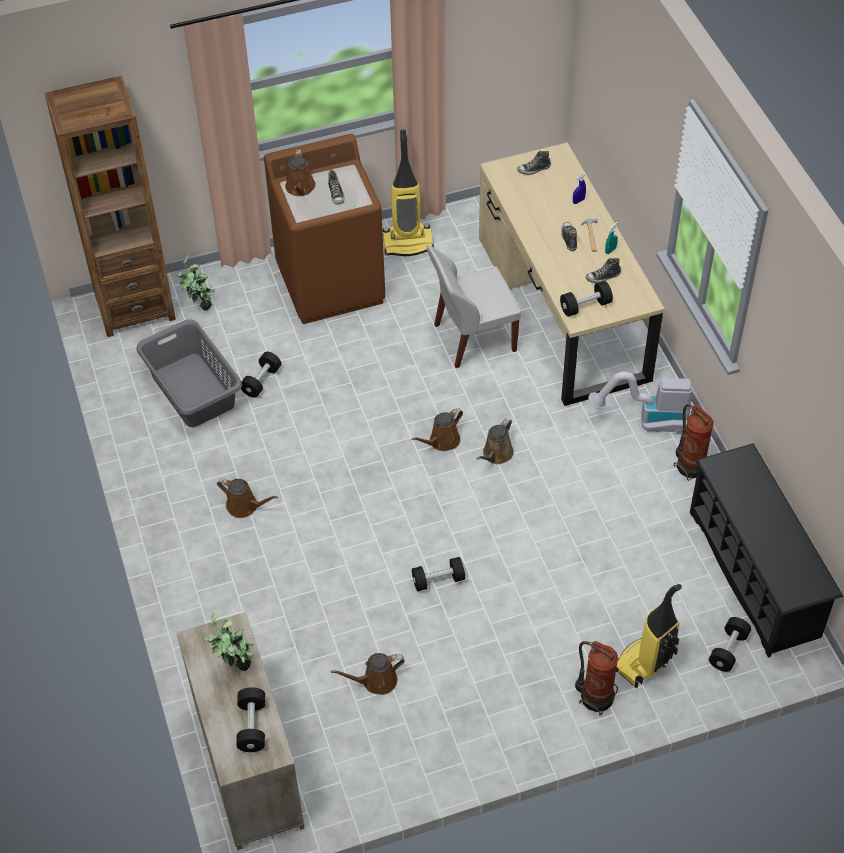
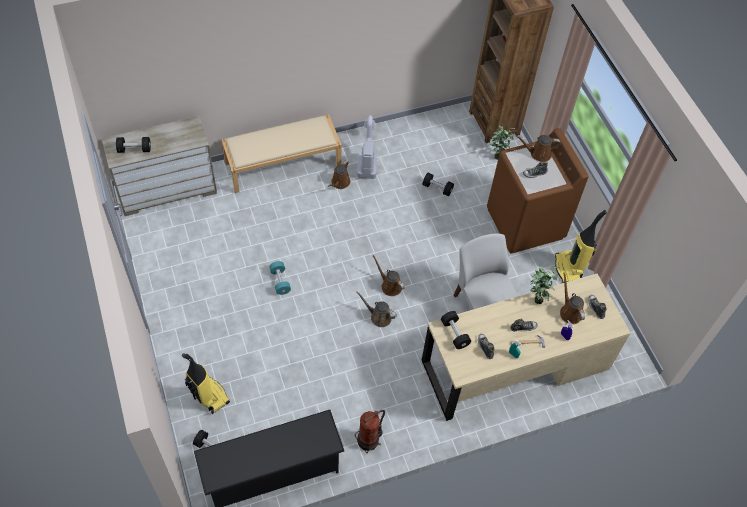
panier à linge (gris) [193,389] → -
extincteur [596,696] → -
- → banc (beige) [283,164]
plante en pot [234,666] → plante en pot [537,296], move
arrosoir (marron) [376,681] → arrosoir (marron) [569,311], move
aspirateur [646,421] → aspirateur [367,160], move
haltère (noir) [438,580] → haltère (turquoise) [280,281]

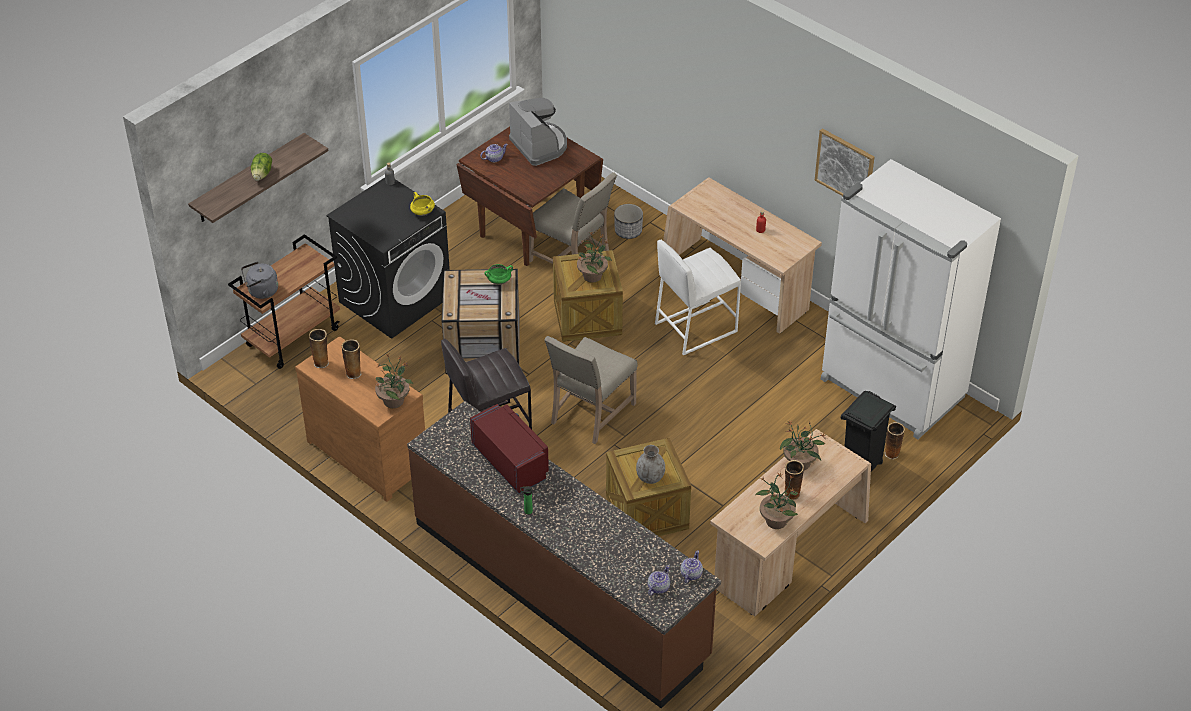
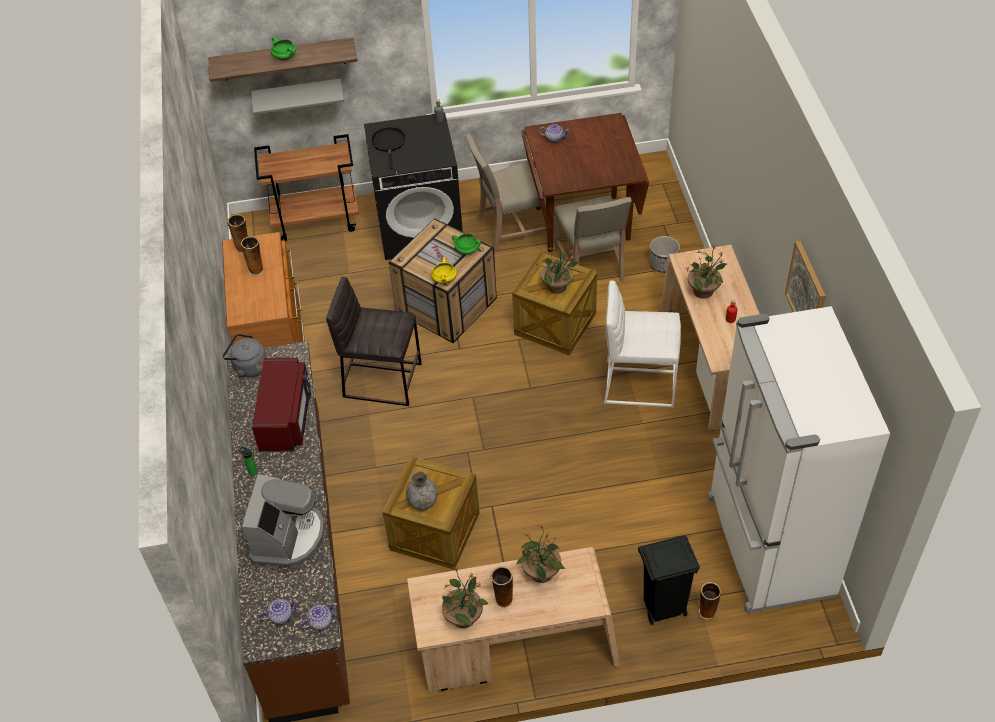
- → étagère (gris) [298,96]
- → poêle (noir) [389,143]
bouilloire (gris) [261,291] → bouilloire (gris) [248,367], move
plante en pot [394,400] → plante en pot [703,291], move
marmite (jaune) [422,212] → marmite (jaune) [444,279], move
machine à café [540,145] → machine à café [288,537], move
chaise (beige) [590,414] → chaise (beige) [512,227], move
laitue [262,174] → marmite (vert) [285,58]

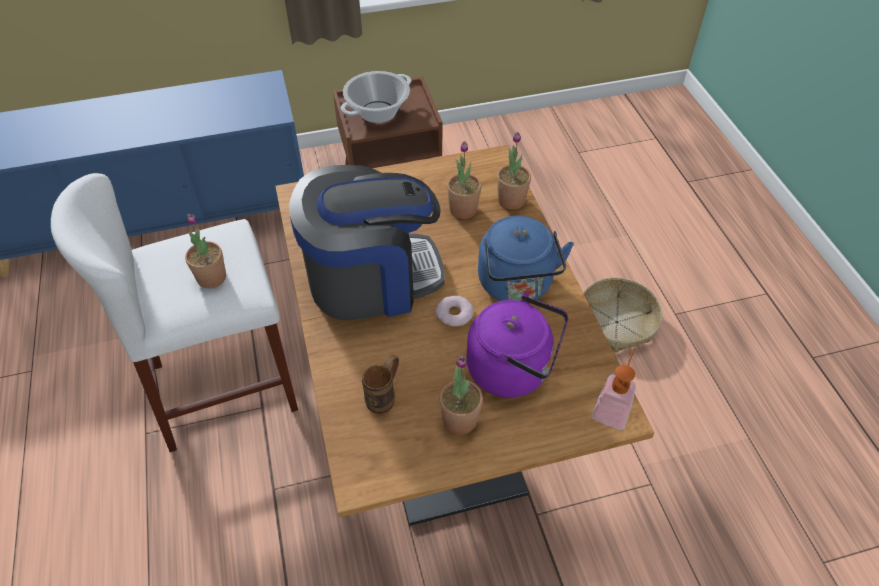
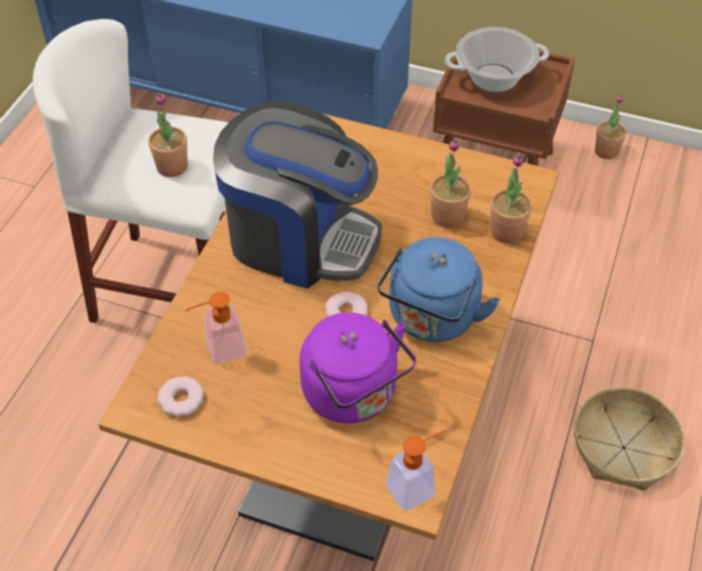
- → beignet [181,399]
plante en pot [460,419] → plante en pot [606,151], move
mug (marron) [385,395] → distributeur de savon [219,350]

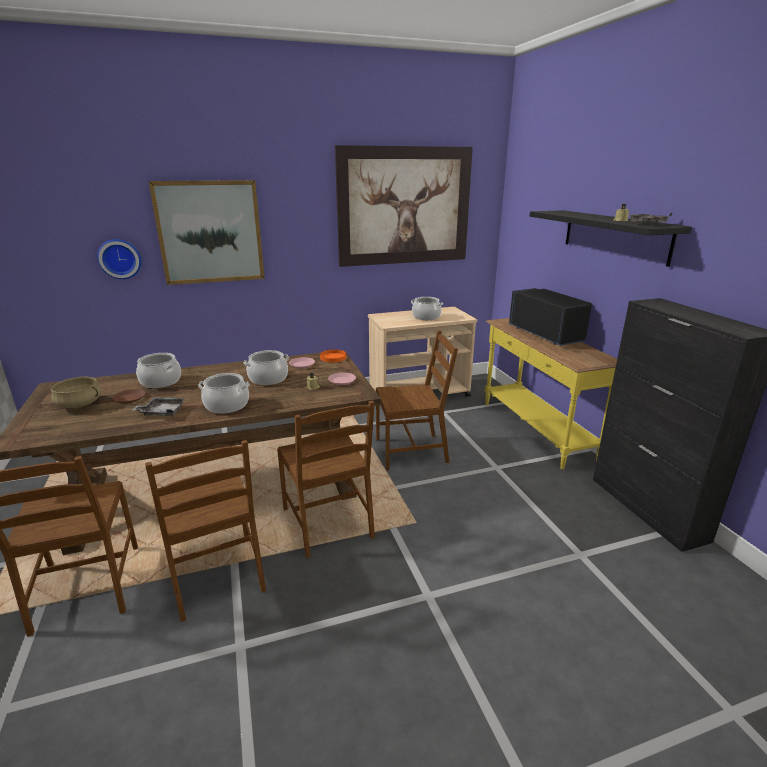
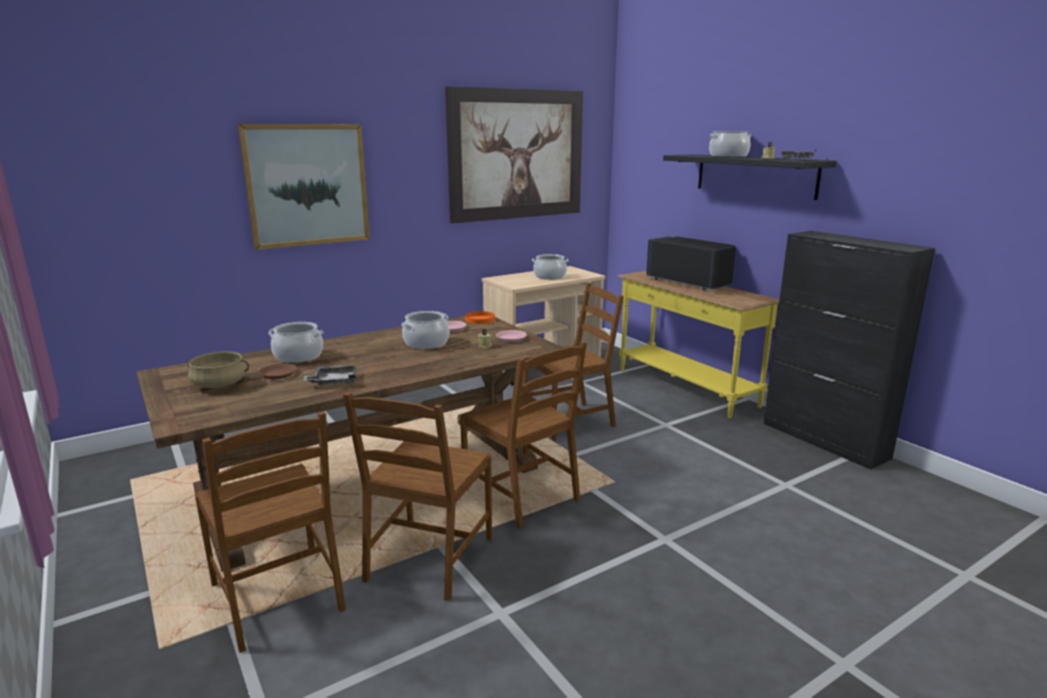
horloge murale [120,258] → -
marmite [227,405] → marmite [728,156], move
chaise (marron) [217,574] → chaise (marron) [429,559], 60 degrees clockwise

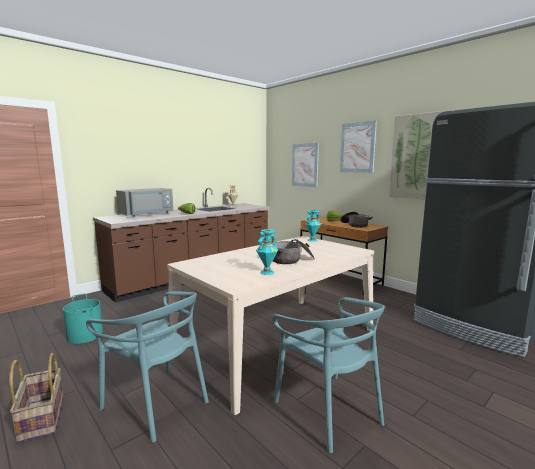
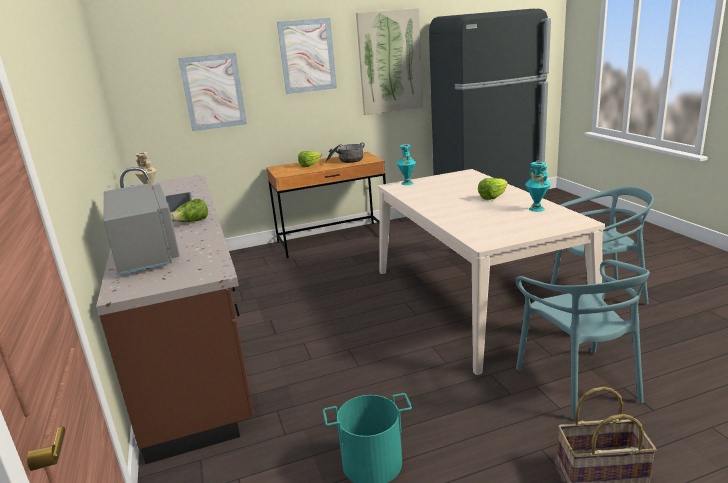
marmite [292,260] → laitue [493,197]
chaise (turquoise) [157,402] → chaise (turquoise) [578,382], 105 degrees clockwise

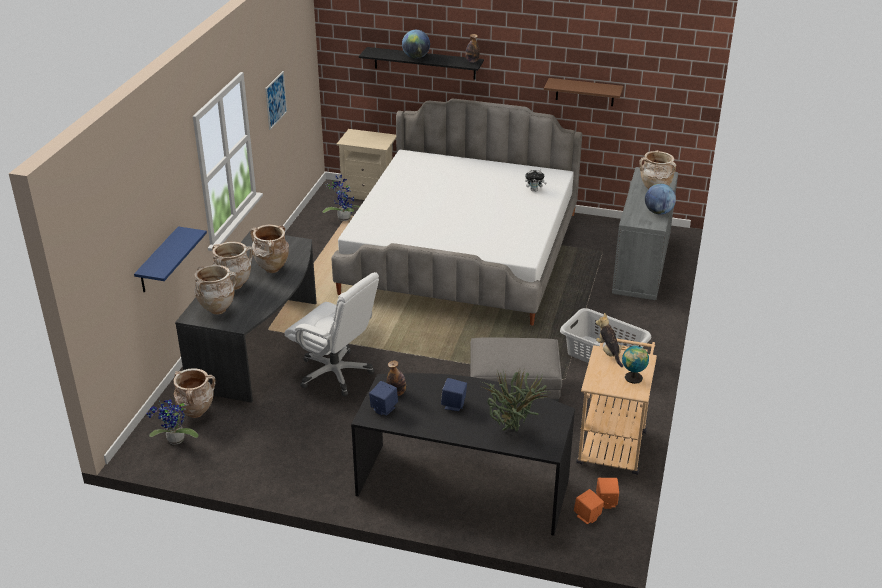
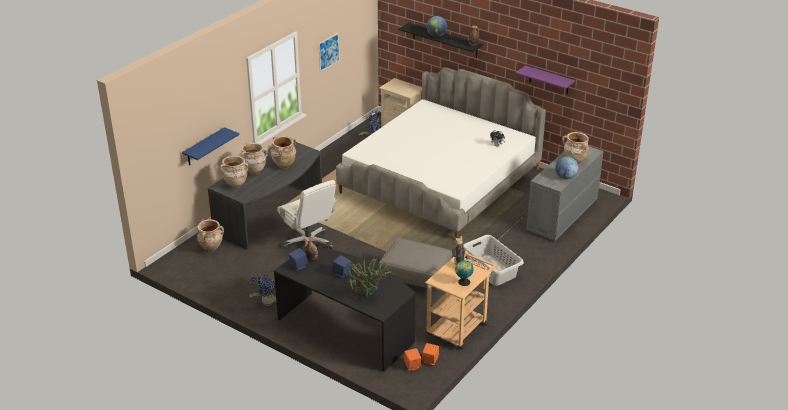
plante en pot [174,441] → plante en pot [267,303], move
étagère (marron) [585,92] → étagère (violet) [549,80]

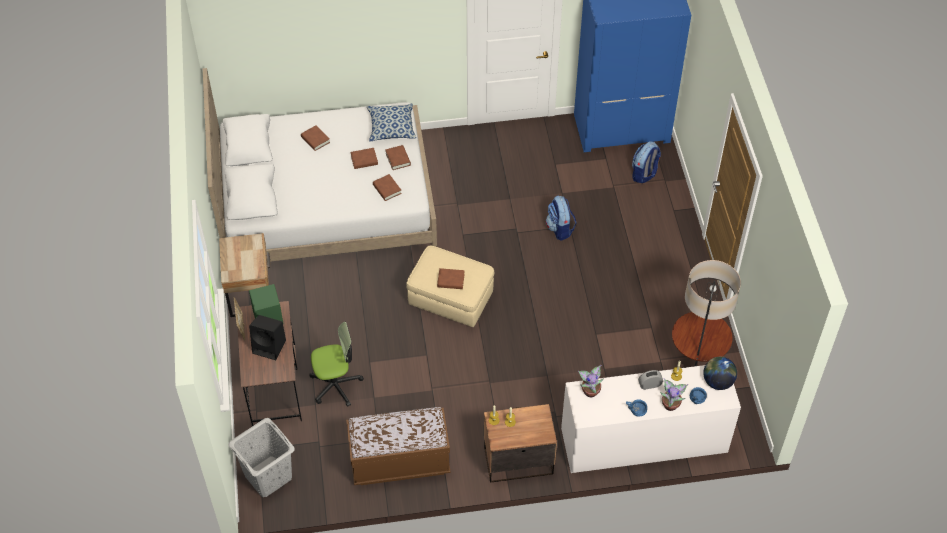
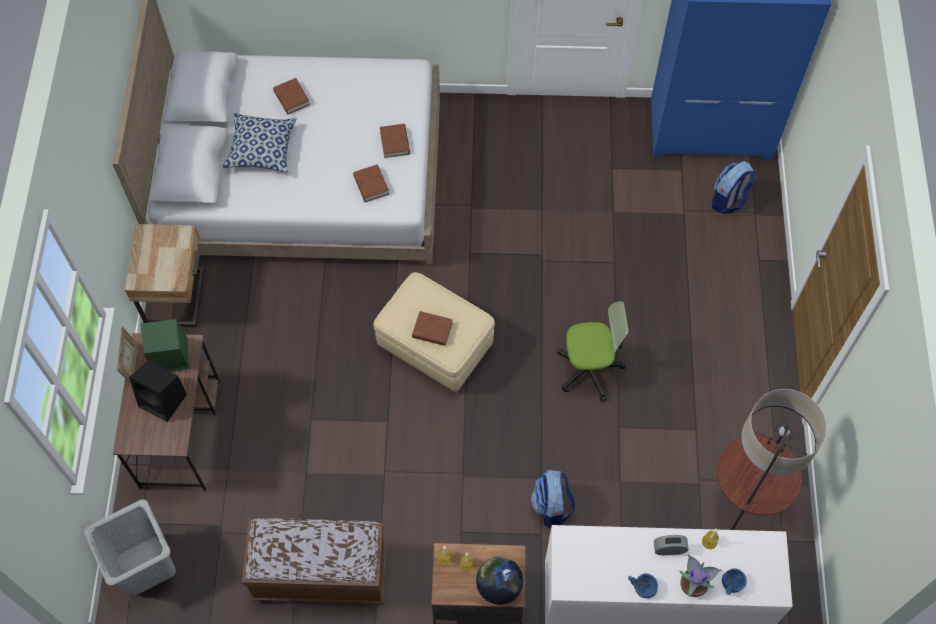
livre (marron) [364,160] → -
plante en pot [590,390] → -
chaise de bureau [336,385] → chaise de bureau [589,369], move
coussin [391,128] → coussin [261,149], move
sac à dos [560,229] → sac à dos [551,506], move
globe [717,381] → globe [499,586], move

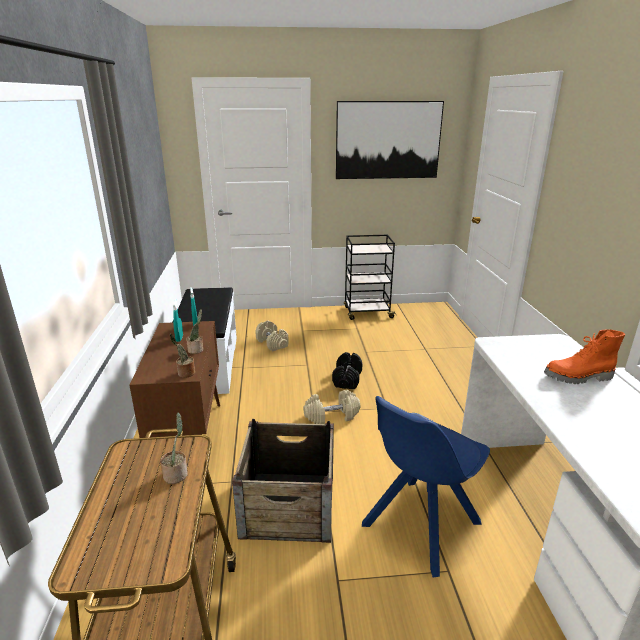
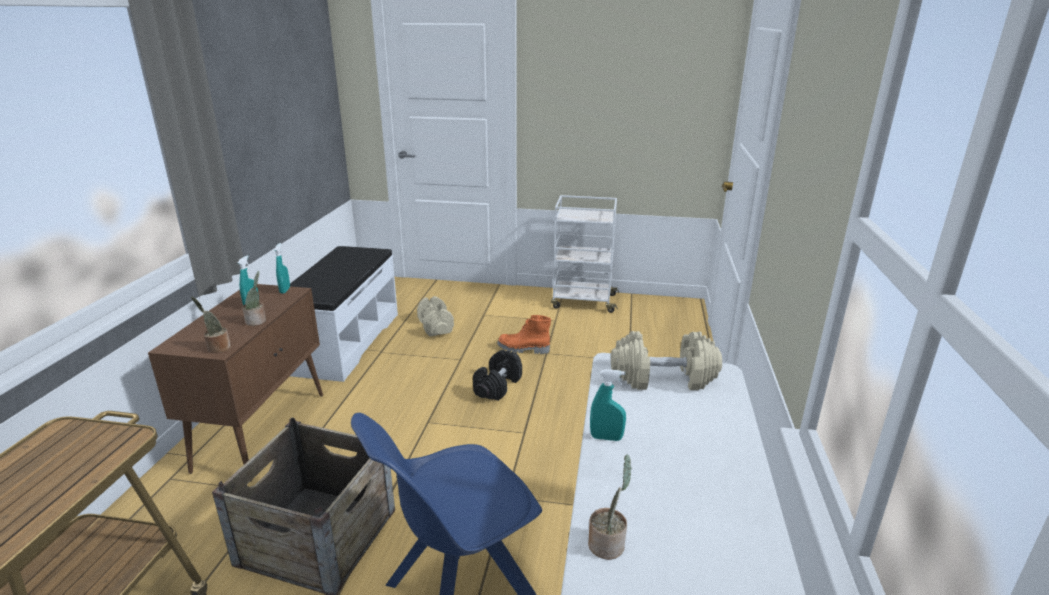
tableau [388,140] → -
- → vaporisateur (turquoise) [606,438]
plante en pot [177,474] → plante en pot [608,544], move
haltère (beige) [331,416] → haltère (beige) [663,378], move
botte (orange) [578,377] → botte (orange) [523,349], move
chariot (noir) [367,312] → chariot (blanc) [582,301]

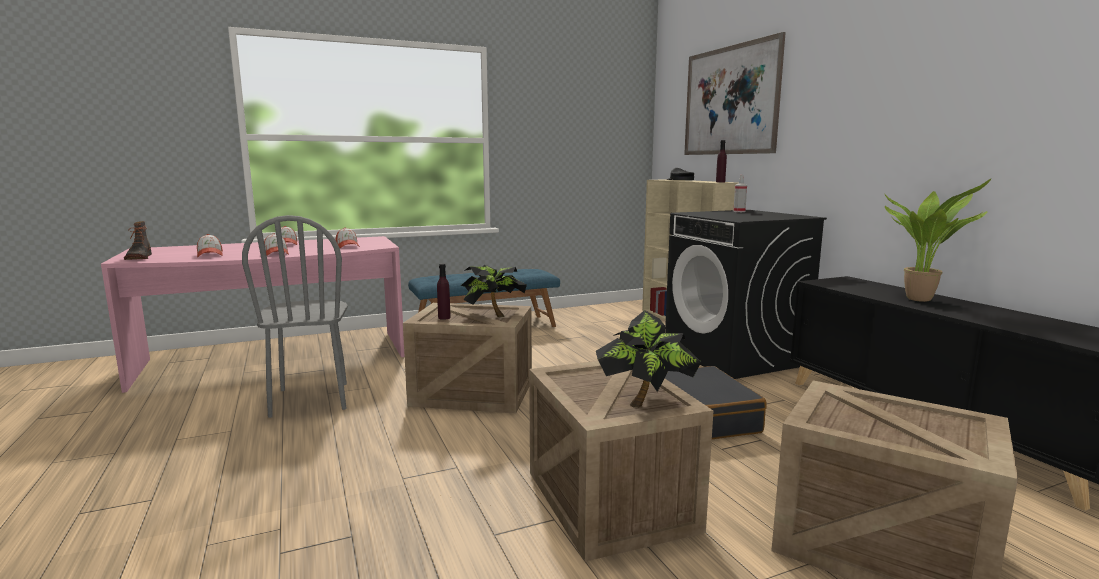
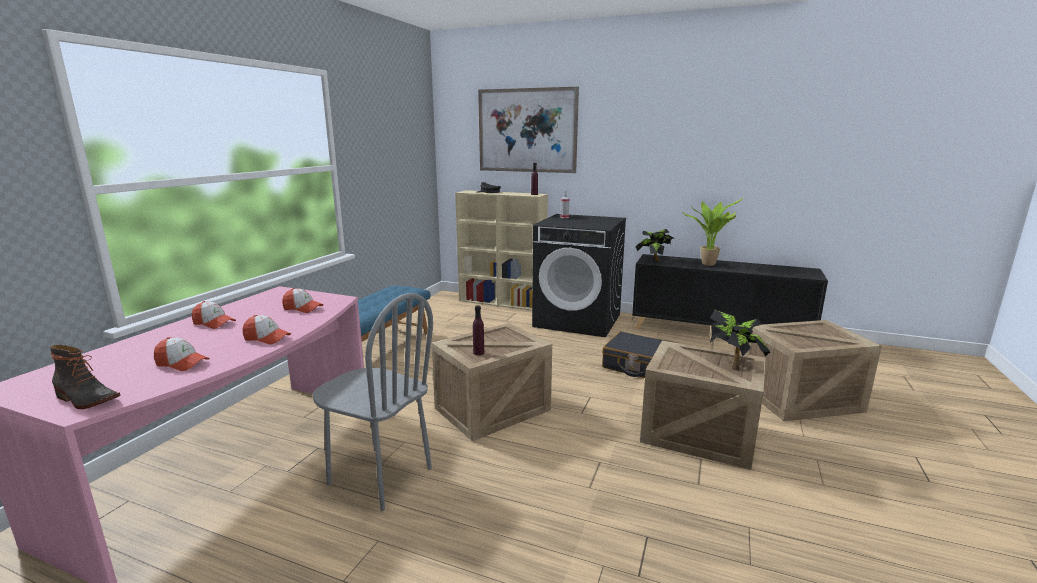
plante en pot [492,316] → plante en pot [654,261], move

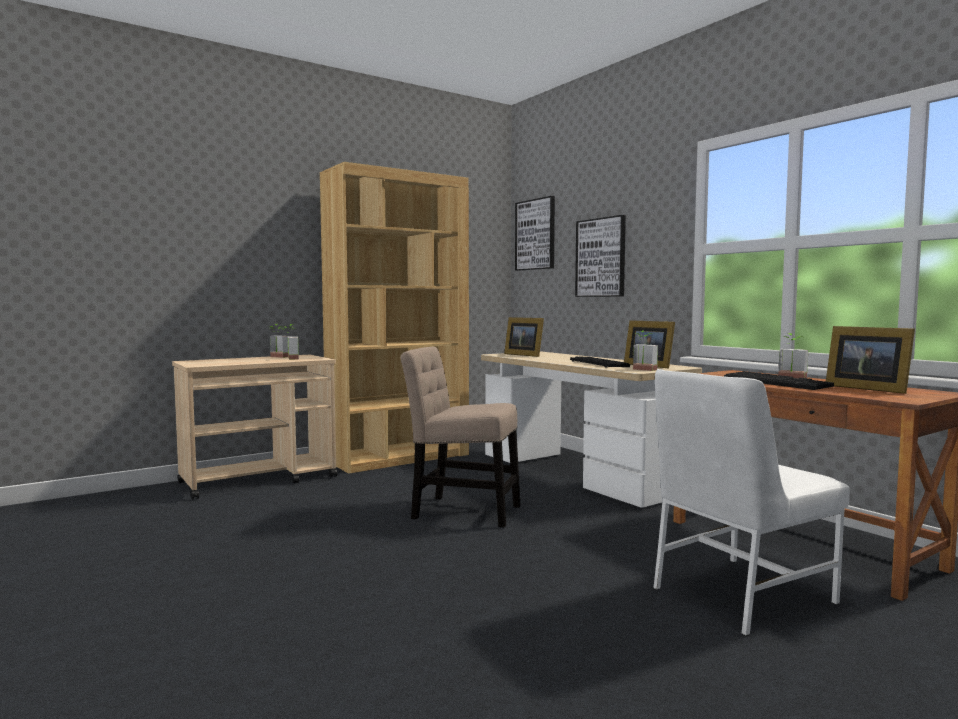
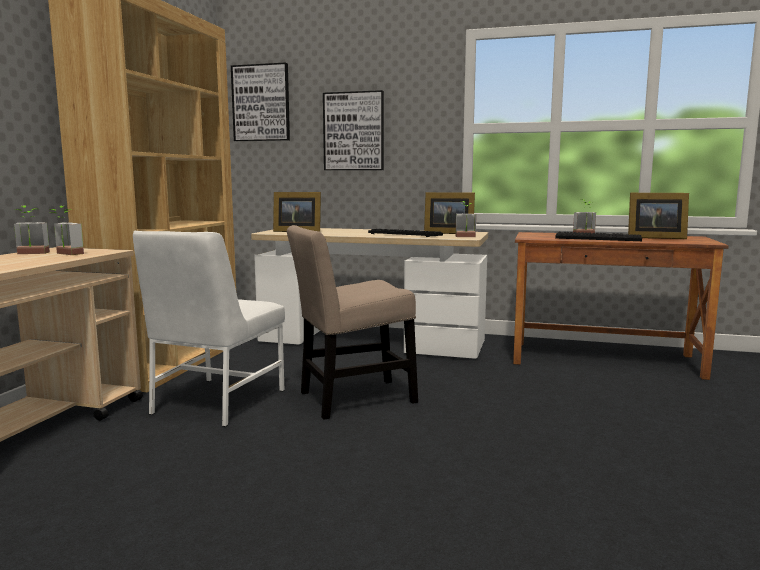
chaise (blanc) [738,595] → chaise (blanc) [216,402], move

